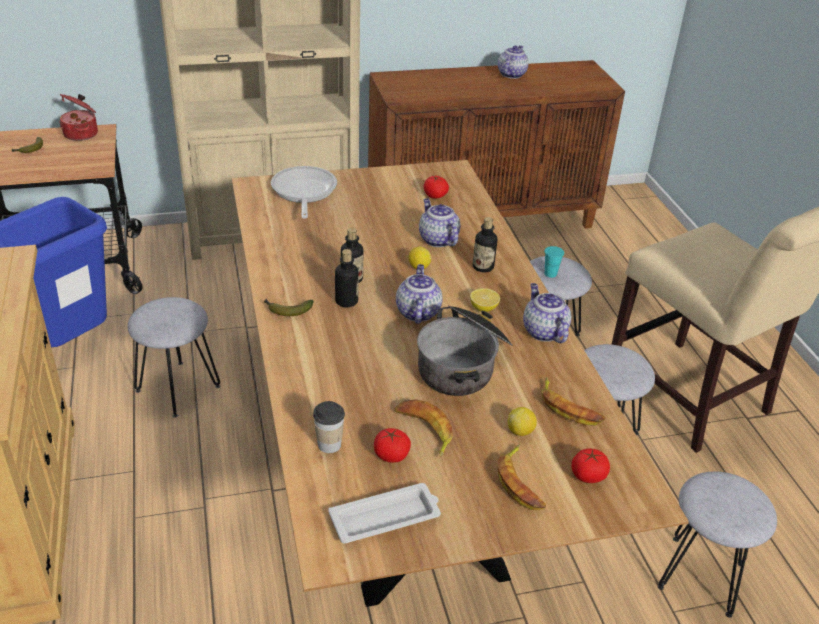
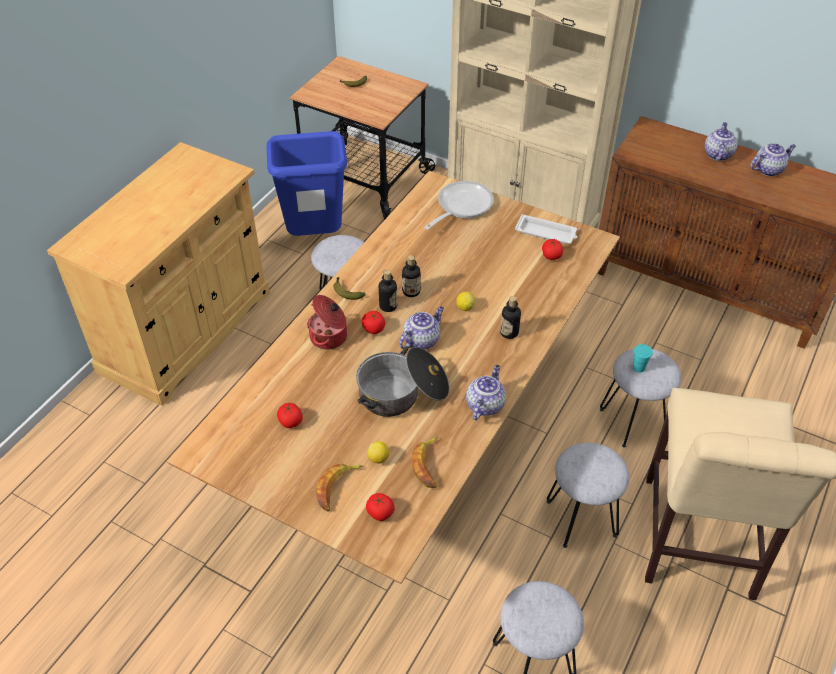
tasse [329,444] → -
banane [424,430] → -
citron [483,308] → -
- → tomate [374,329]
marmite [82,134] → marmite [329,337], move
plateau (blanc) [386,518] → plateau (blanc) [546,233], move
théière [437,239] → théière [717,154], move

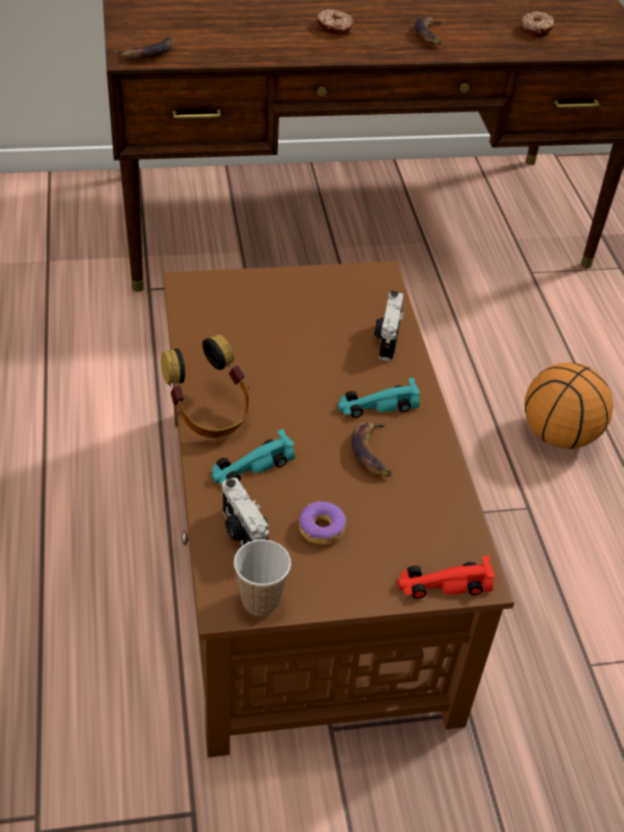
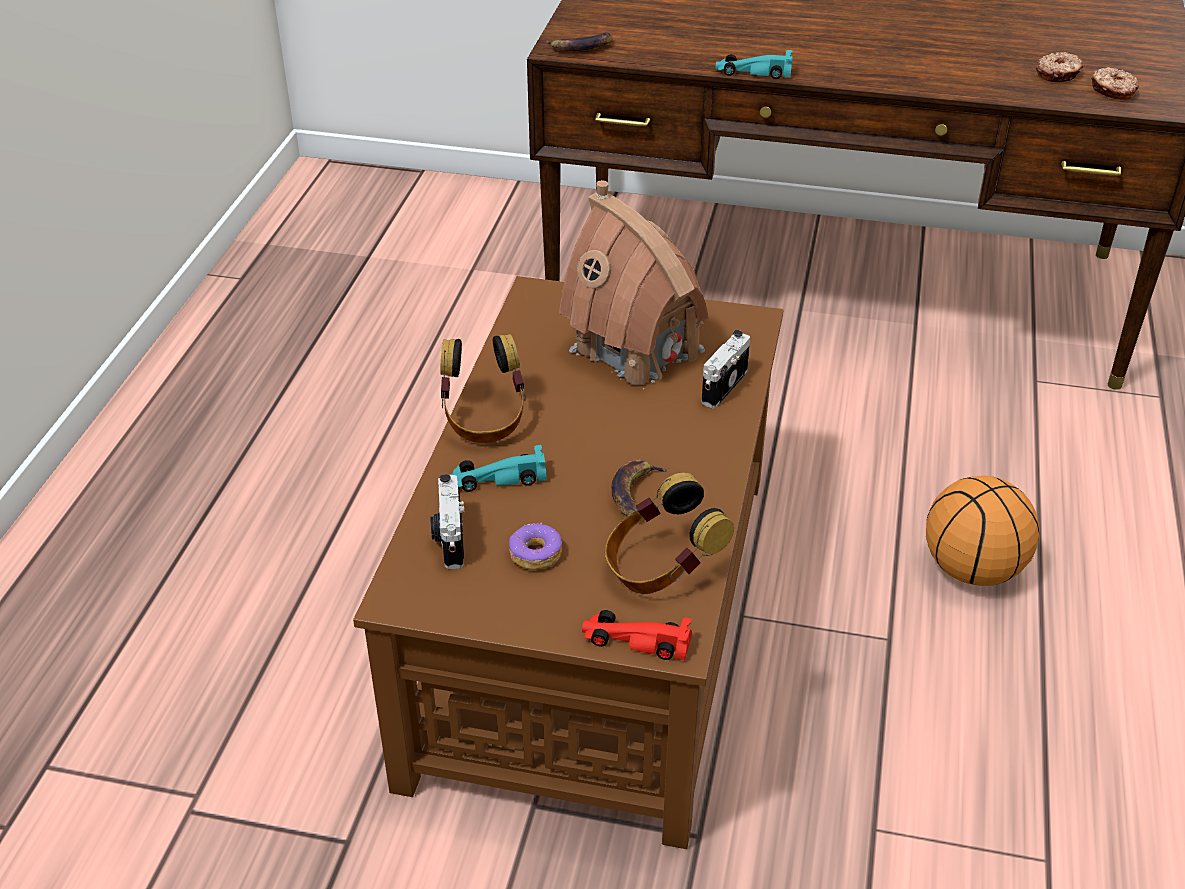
tasse [260,600] → -
banane [430,34] → -
- → maison miniature [636,349]
- → casque audio [661,568]
beignet [334,28] → beignet [1112,91], move
petite voiture (turquoise) [377,405] → petite voiture (turquoise) [753,72], move

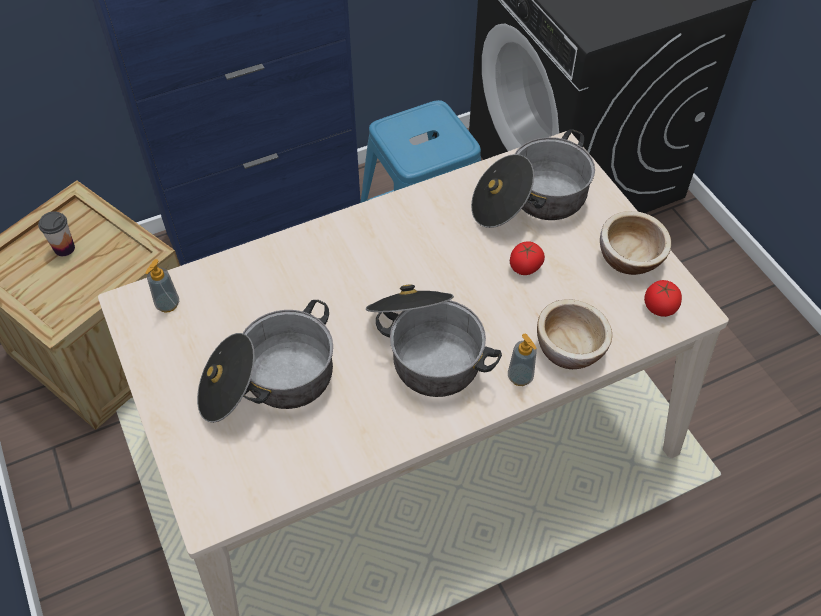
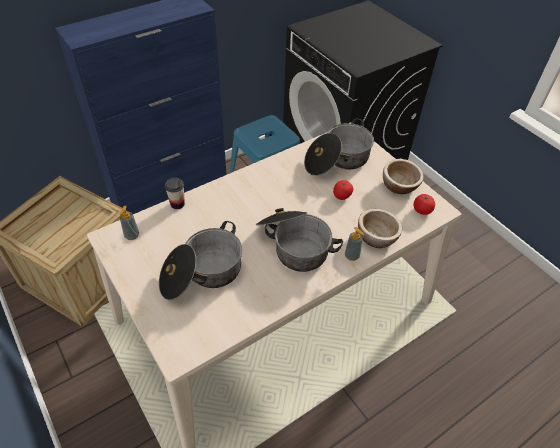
tasse [64,248] → tasse [177,204], move

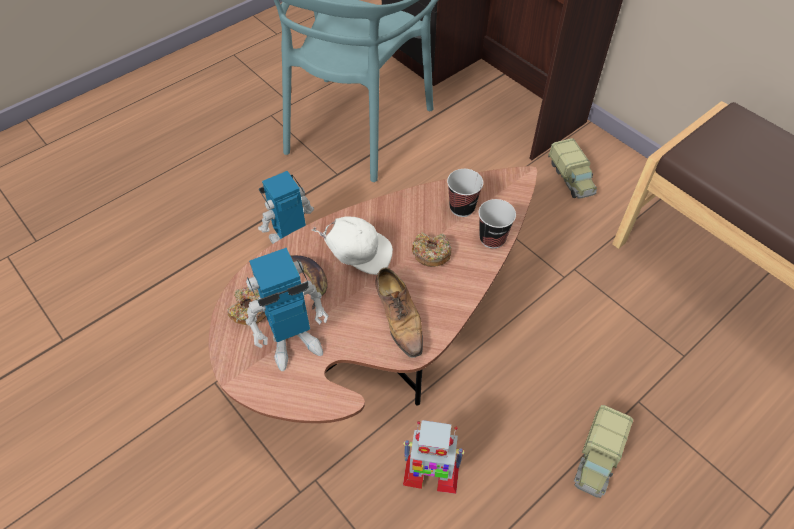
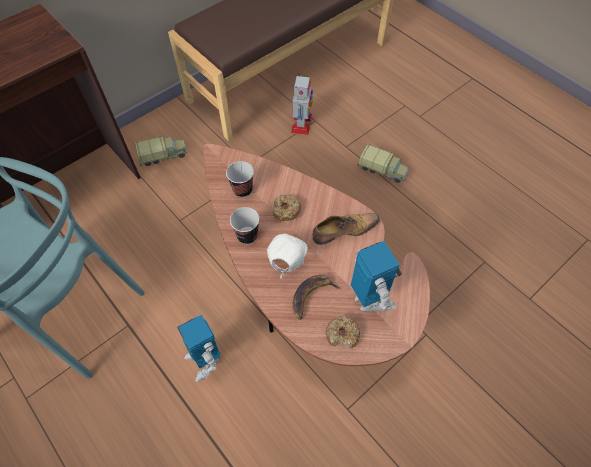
robot jouet [430,474] → robot jouet [301,123], move
tasse [492,239] → tasse [247,236], move

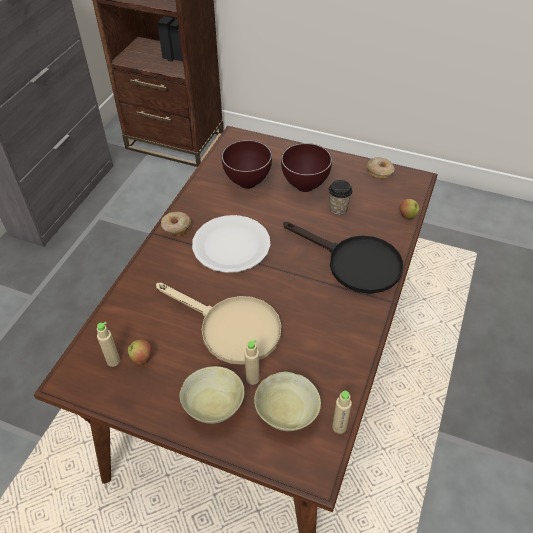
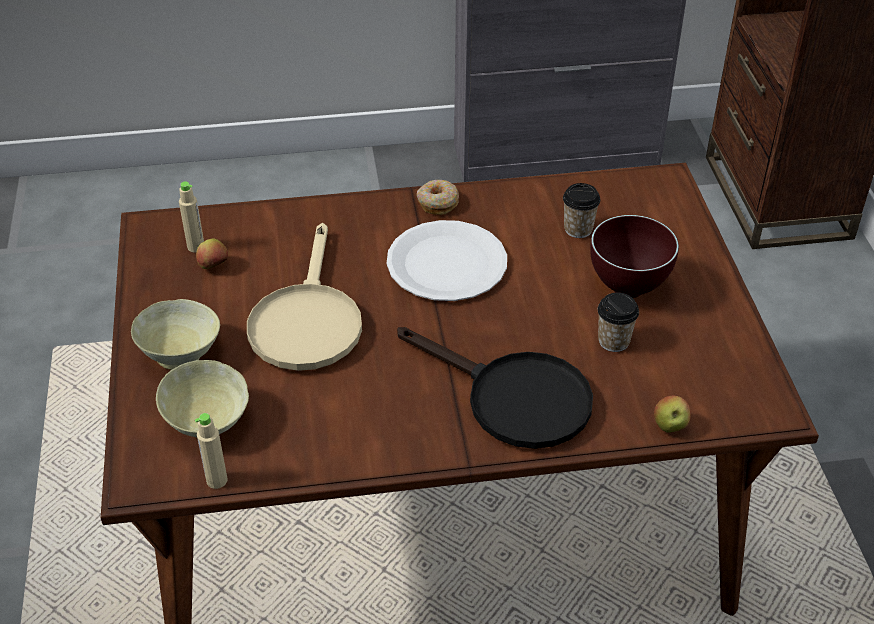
bouteille (beige) [252,378] → -
beignet [380,172] → -
bol (marron) [246,183] → tasse [578,229]
poêle (noir) [354,263] → poêle (noir) [513,398], 60 degrees counterclockwise

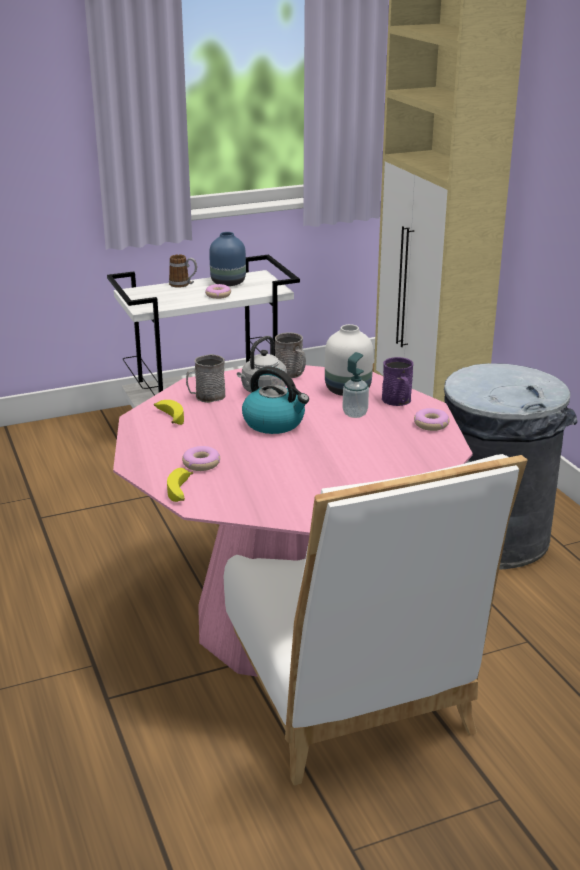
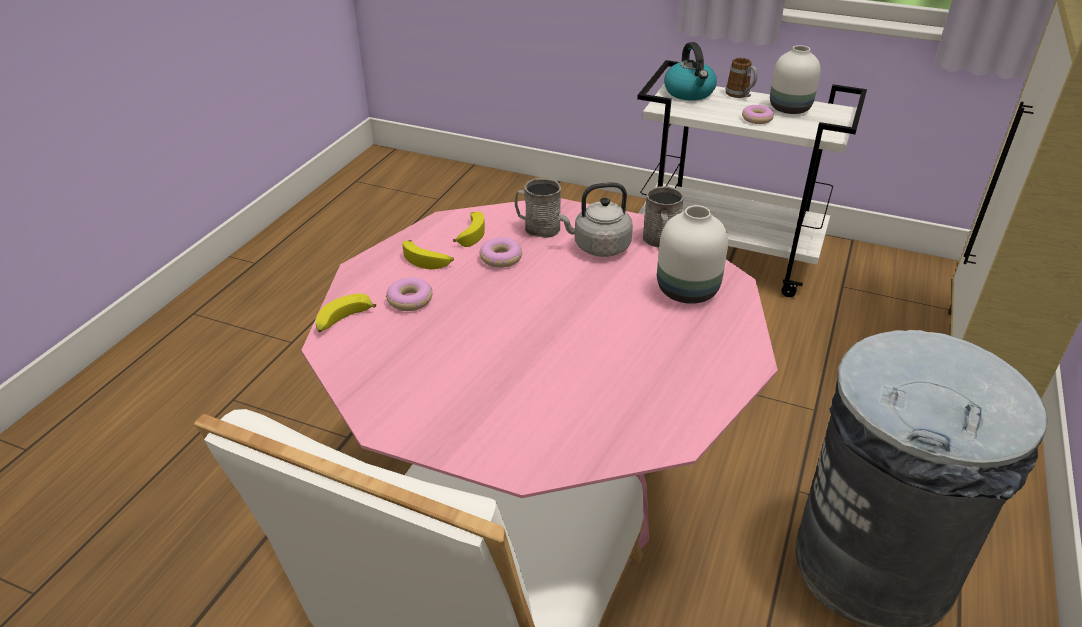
distributeur de savon [355,414] → -
mug (violet) [398,401] → -
- → banane [428,260]
bouilloire [275,423] → bouilloire [689,93], move
beignet [431,424] → beignet [501,258], move
vase (bleu) [228,282] → vase (blanc) [790,108]

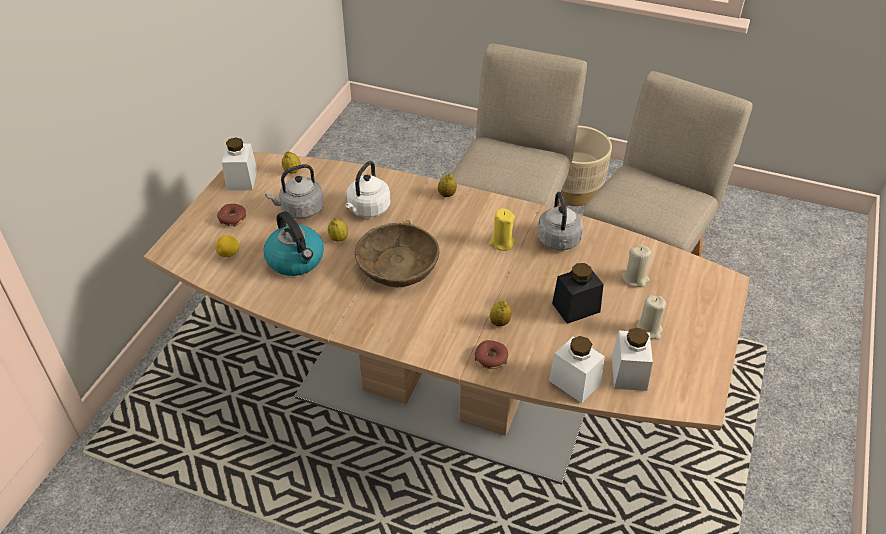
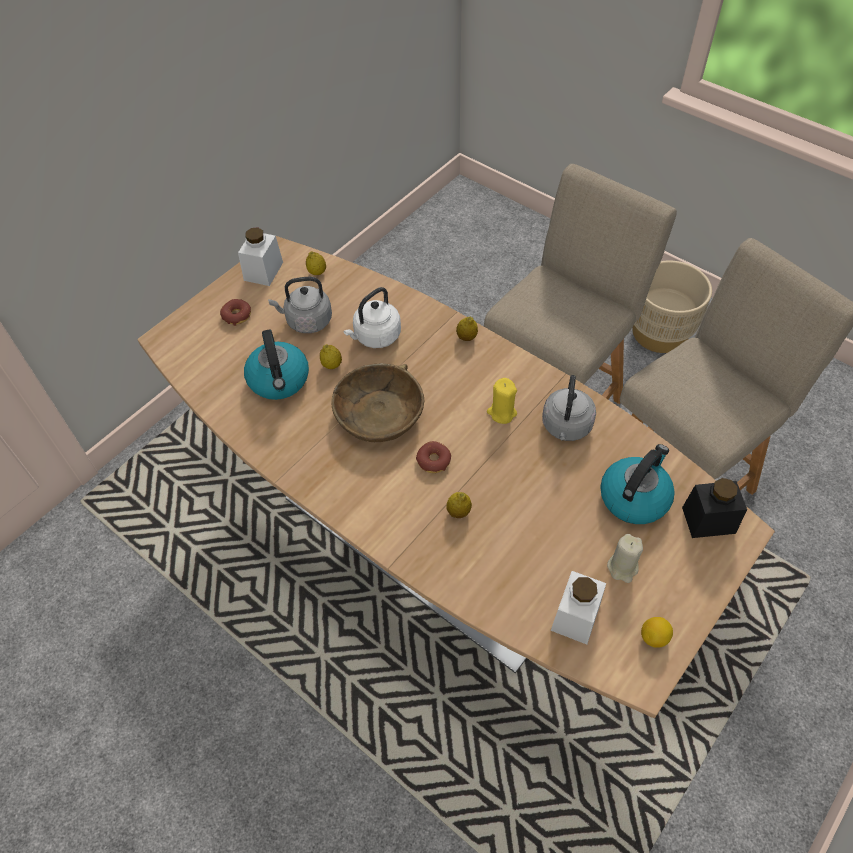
bocal (blanc) [574,382] → -
citron [229,254] → citron [654,637], move
beignet [491,358] → beignet [433,461], move
bocal (noir) [576,307] → bocal (noir) [708,520], move
bougie (beige) [635,278] → bouilloire [634,497]

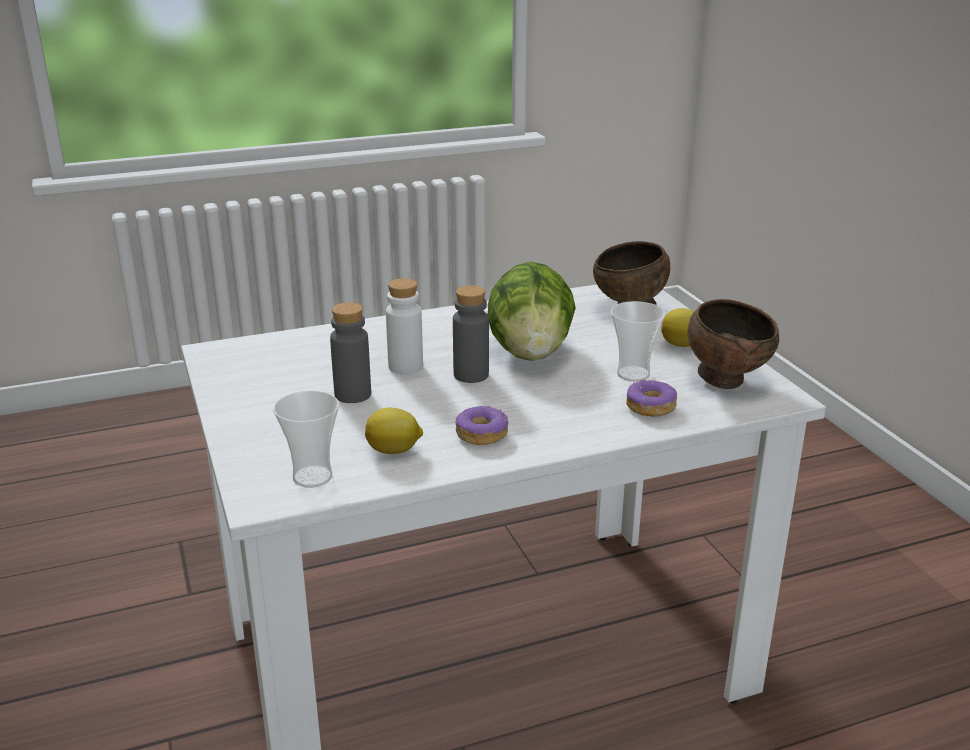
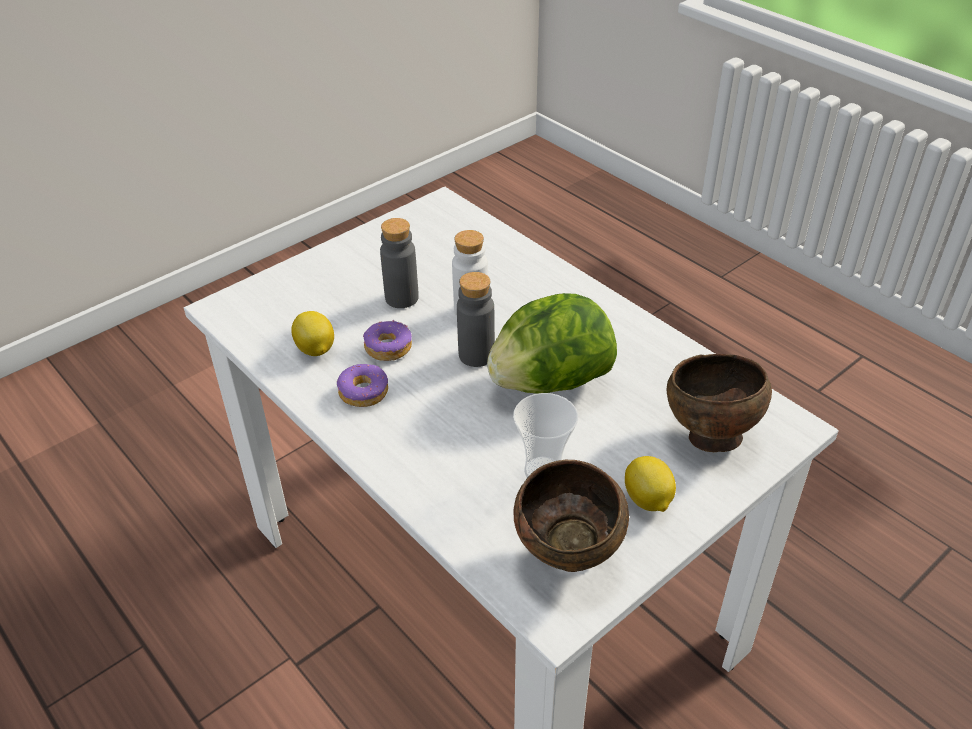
tasse [312,477] → -
beignet [650,407] → beignet [388,347], move

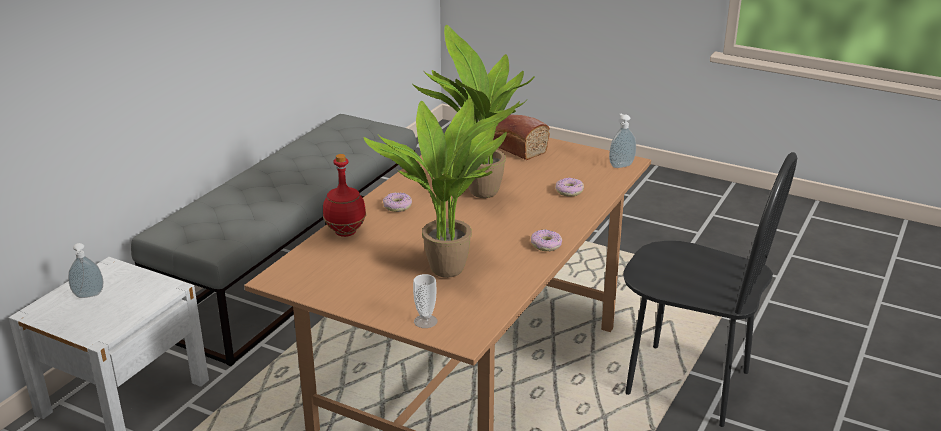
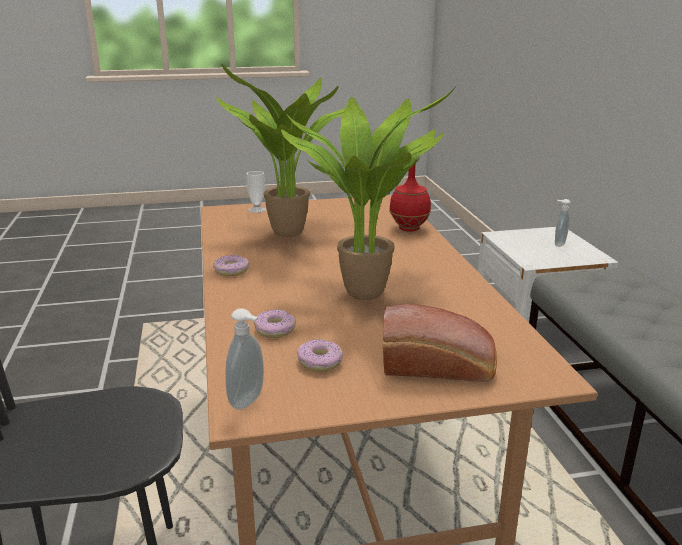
beignet [397,206] → beignet [320,362], move

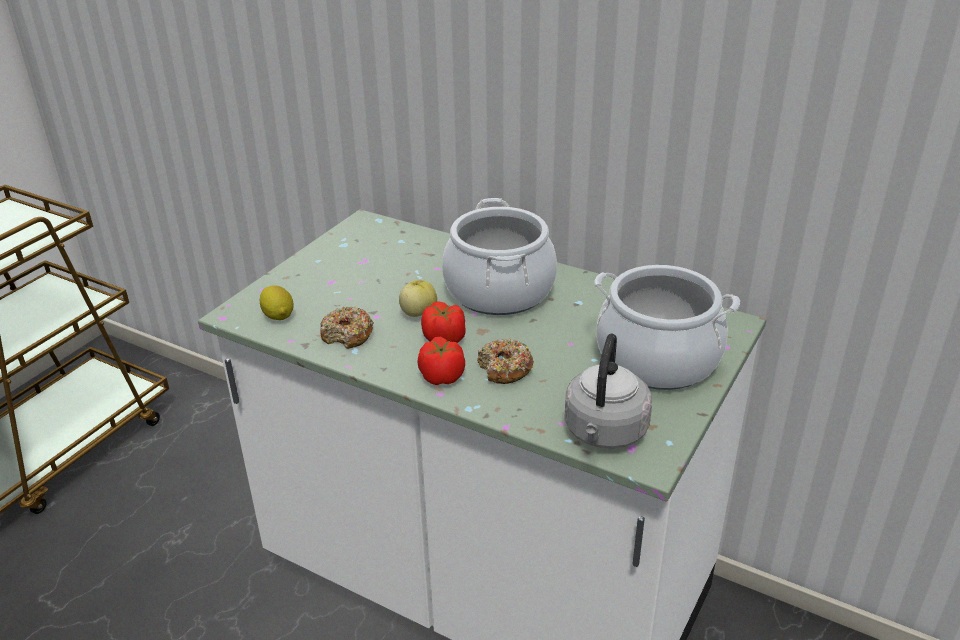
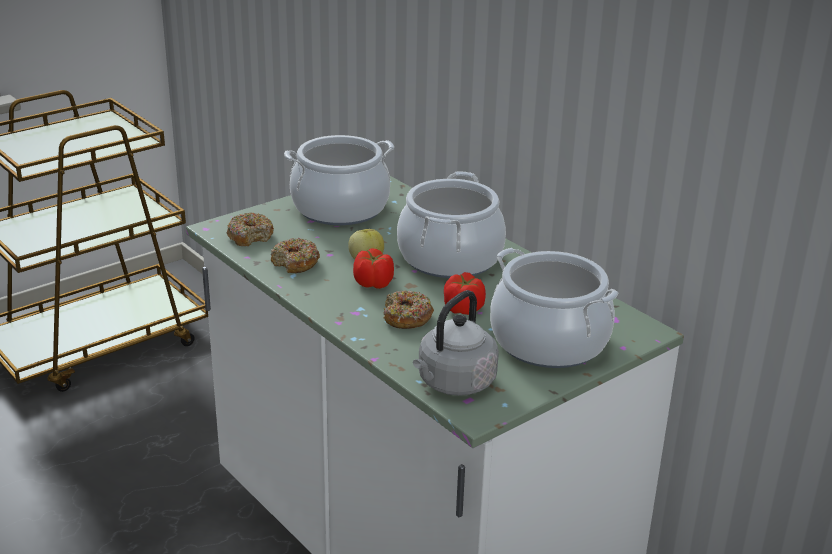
- → marmite [340,208]
tomate [442,376] → tomate [463,308], move
citron [278,315] → beignet [250,236]

